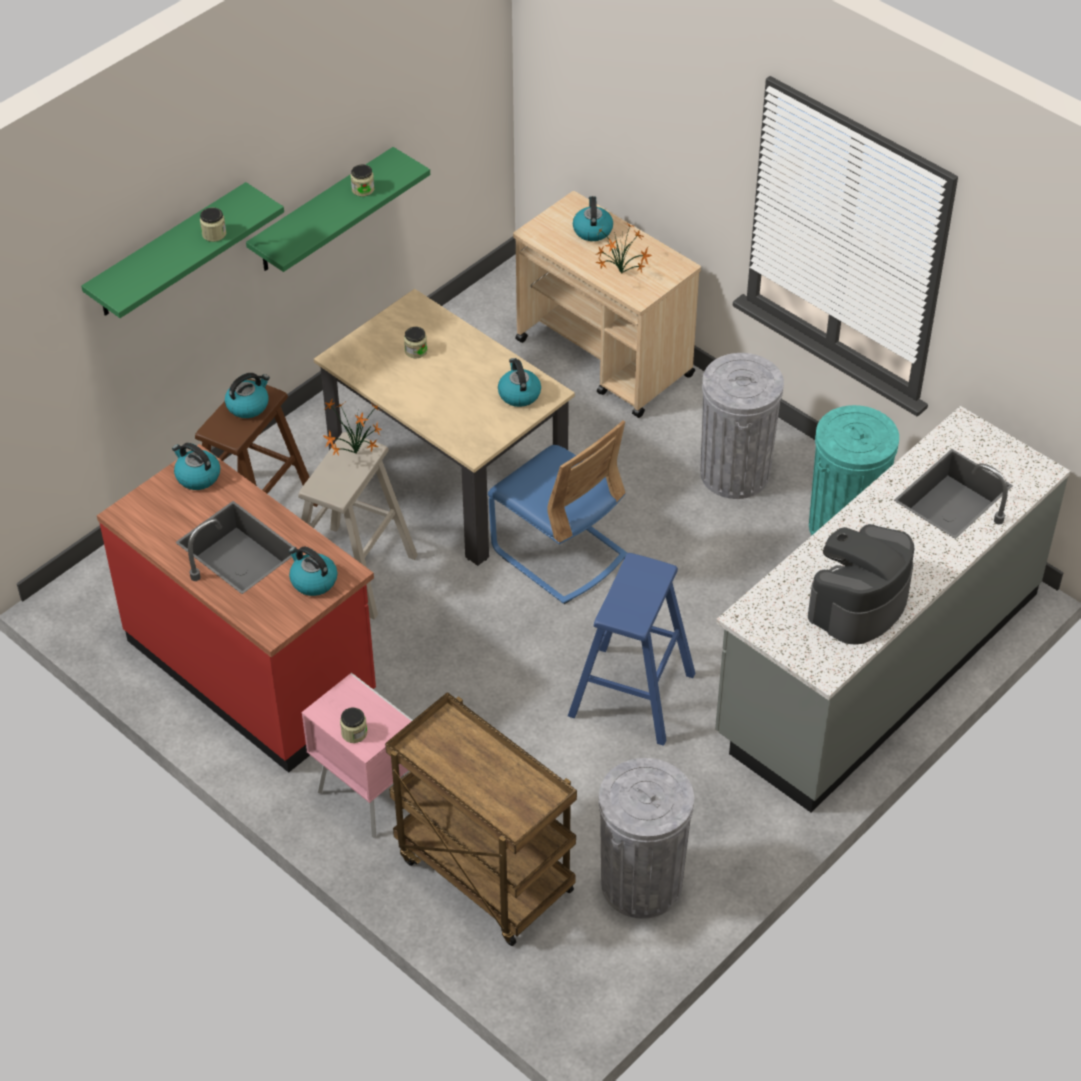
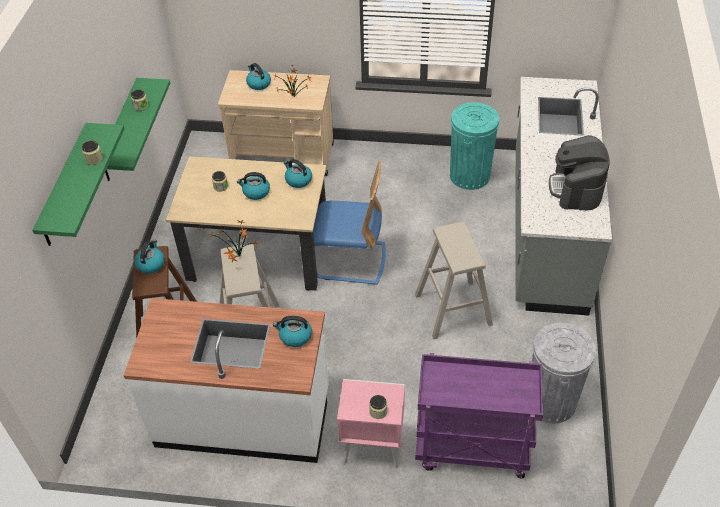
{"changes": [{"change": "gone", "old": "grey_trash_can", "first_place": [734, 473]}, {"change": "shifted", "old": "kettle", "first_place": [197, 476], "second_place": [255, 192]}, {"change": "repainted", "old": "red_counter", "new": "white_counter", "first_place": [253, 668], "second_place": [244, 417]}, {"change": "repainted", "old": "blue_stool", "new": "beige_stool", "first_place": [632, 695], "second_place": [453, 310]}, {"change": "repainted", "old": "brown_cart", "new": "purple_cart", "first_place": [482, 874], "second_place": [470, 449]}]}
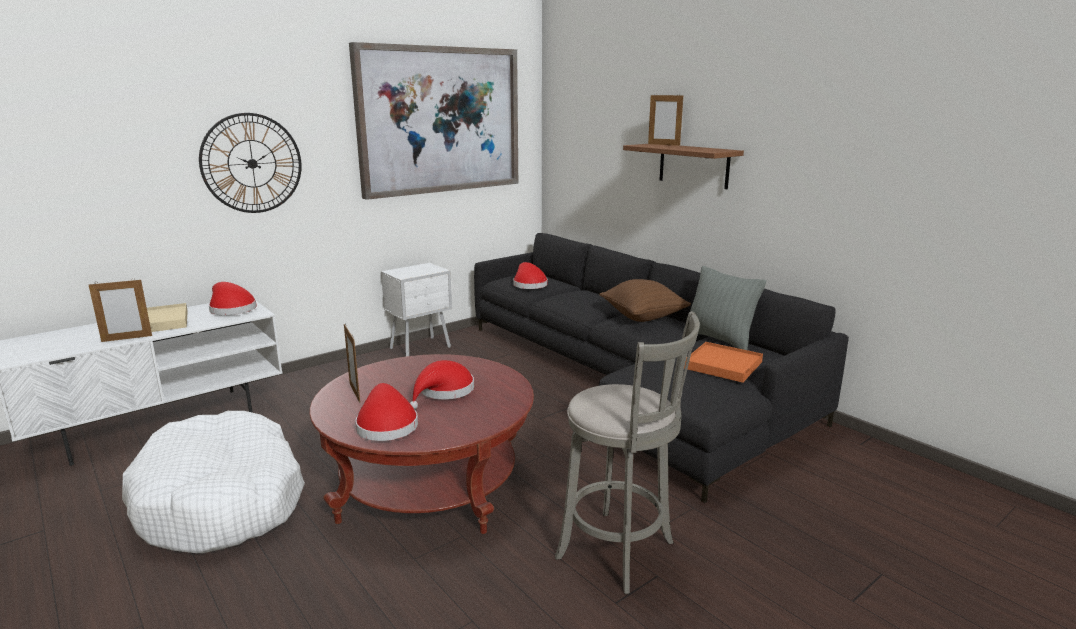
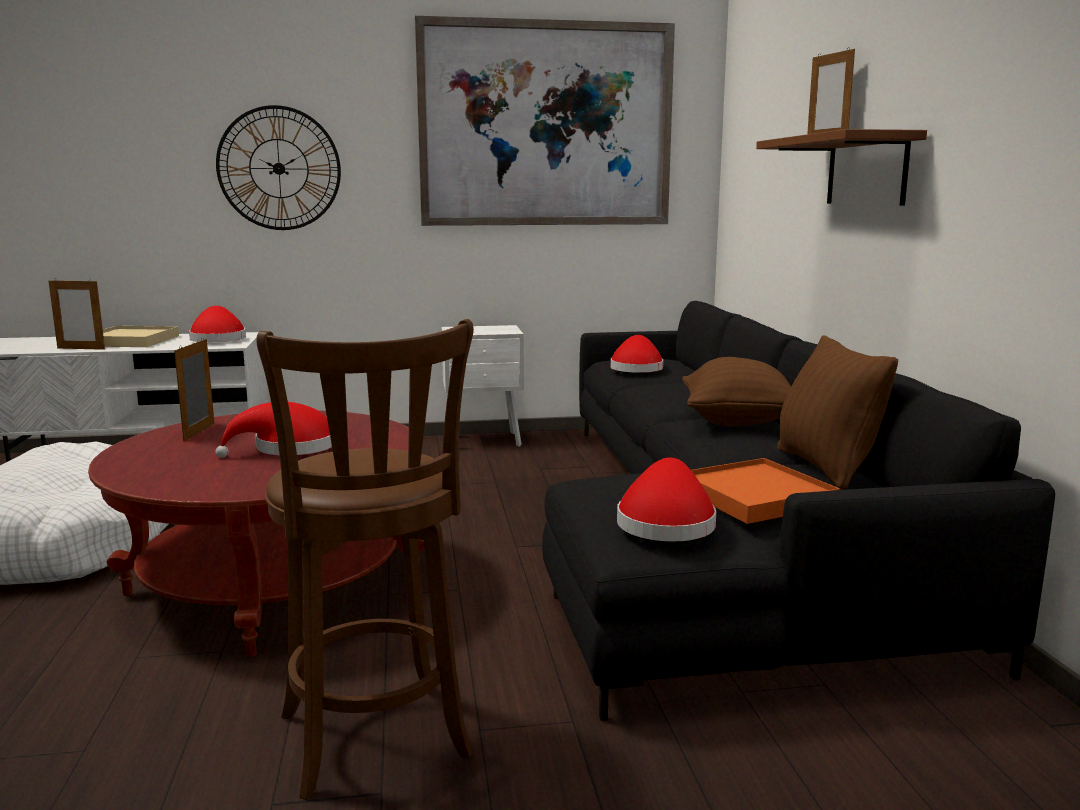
{"changes": [{"change": "repainted", "old": "grey_pillow", "new": "brown_pillow", "first_place": [719, 339], "second_place": [825, 467]}, {"change": "repainted", "old": "grey_stool", "new": "brown_stool", "first_place": [620, 553], "second_place": [376, 742]}, {"change": "shifted", "old": "red_hat", "first_place": [386, 425], "second_place": [665, 523]}]}
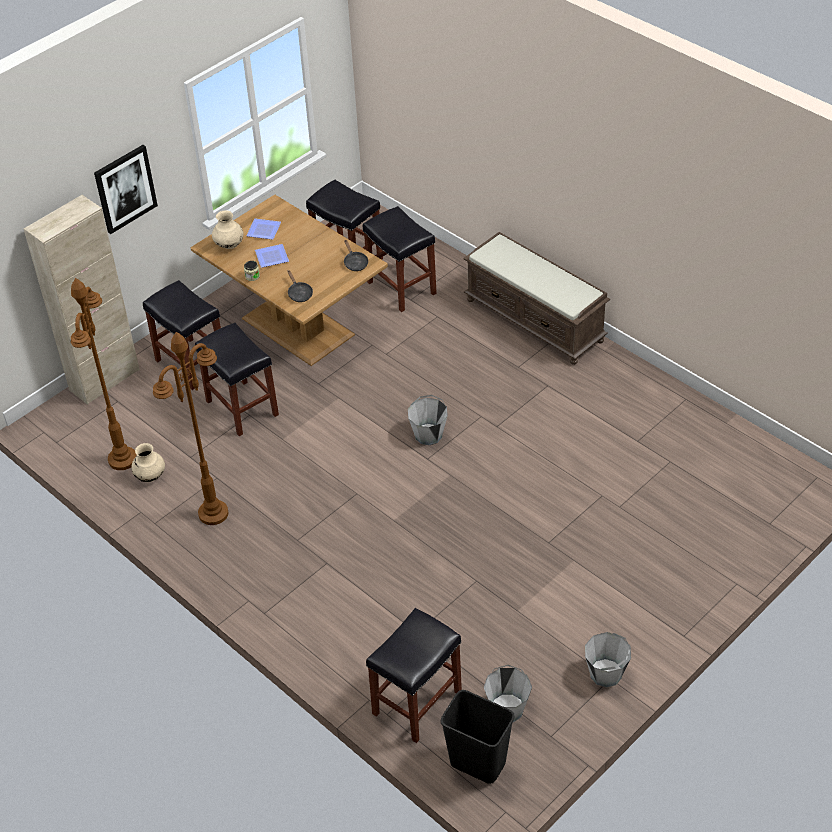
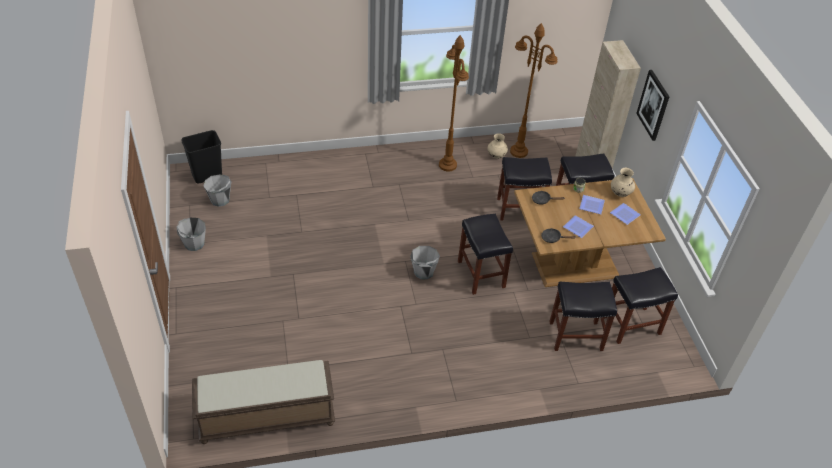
{"changes": [{"change": "shifted", "old": "brown_bench", "first_place": [535, 320], "second_place": [266, 417]}, {"change": "shifted", "old": "black_stool", "first_place": [416, 704], "second_place": [480, 274]}, {"change": "new", "new": "plate", "second_place": [579, 227]}]}
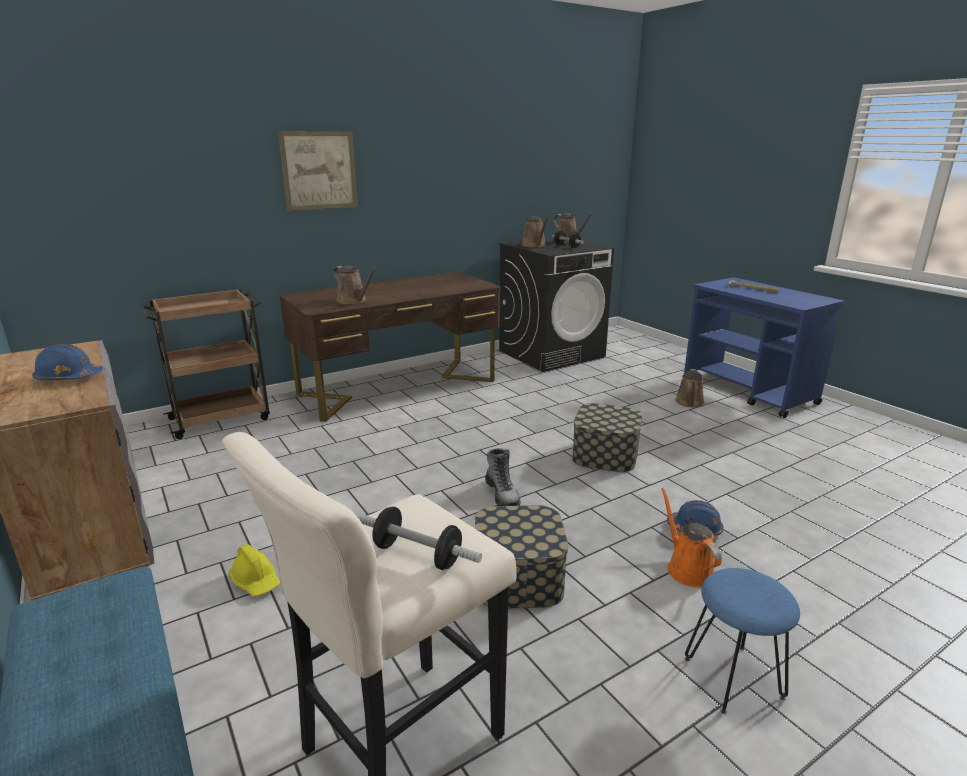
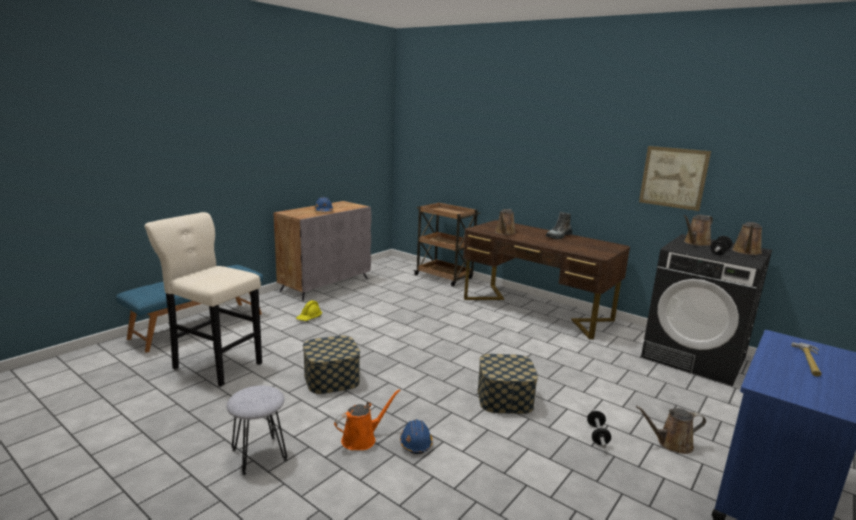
{"changes": [{"change": "shifted", "old": "picture", "first_place": [319, 170], "second_place": [673, 177]}, {"change": "shifted", "old": "boot", "first_place": [502, 494], "second_place": [558, 236]}, {"change": "shifted", "old": "dumbbell", "first_place": [418, 555], "second_place": [597, 435]}, {"change": "repainted", "old": "blue_stool", "new": "grey_stool", "first_place": [732, 678], "second_place": [259, 454]}]}
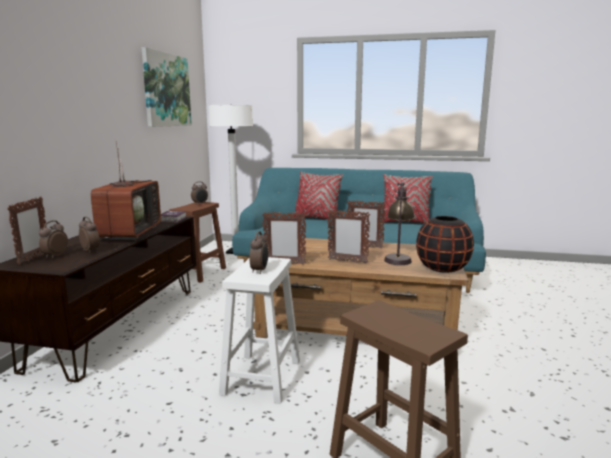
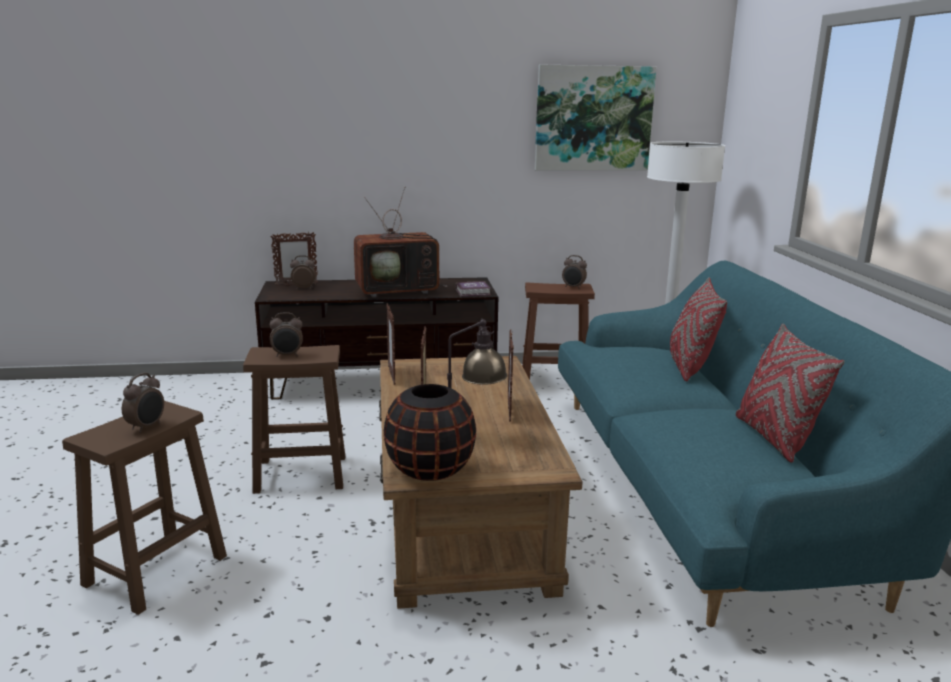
{"changes": [{"change": "shifted", "old": "alarm_clock", "first_place": [91, 251], "second_place": [147, 427]}, {"change": "repainted", "old": "white_stool", "new": "brown_stool", "first_place": [262, 376], "second_place": [303, 474]}]}
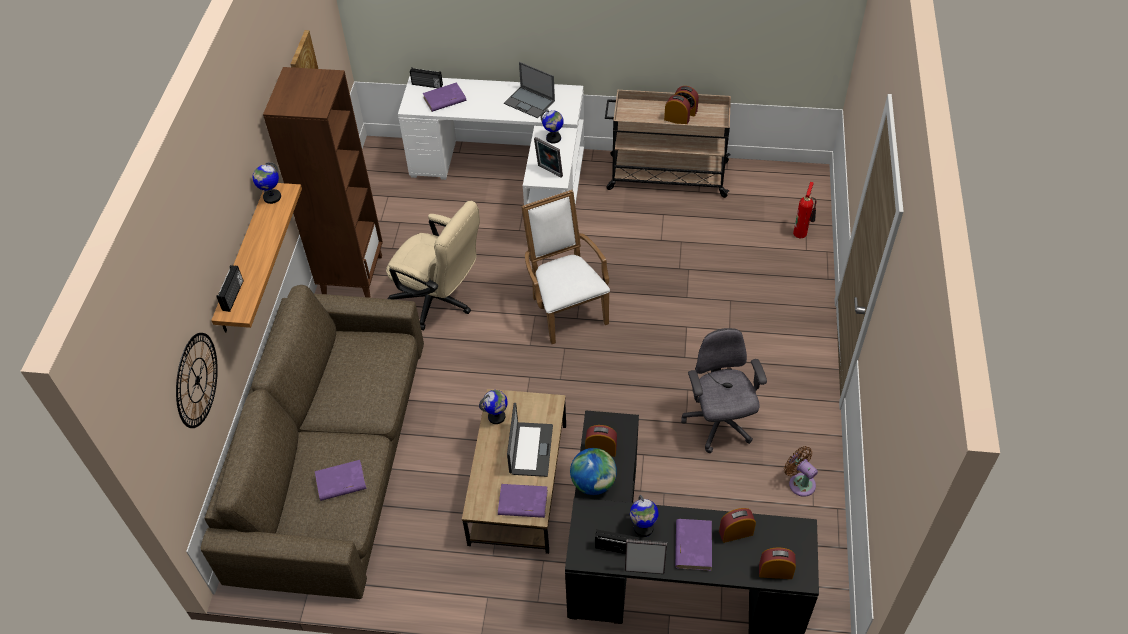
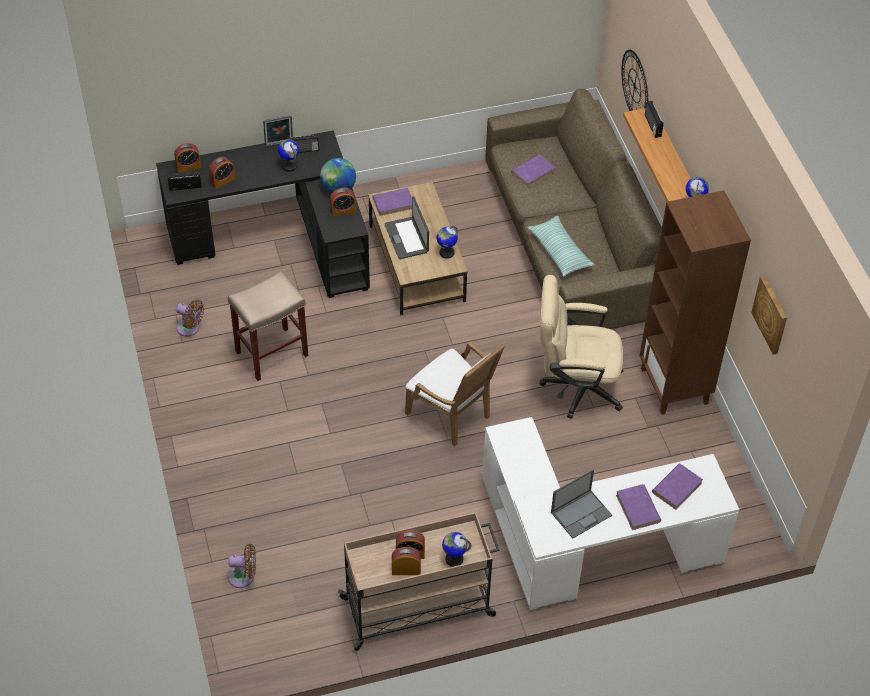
{"changes": [{"change": "rotated", "old": "laptop", "first_place": [530, 102], "second_place": [581, 513], "degrees": 135}, {"change": "shifted", "old": "radio", "first_place": [427, 85], "second_place": [185, 186]}, {"change": "shifted", "old": "globe", "first_place": [553, 138], "second_place": [454, 559]}, {"change": "gone", "old": "picture_frame", "first_place": [549, 172]}, {"change": "swapped", "old": "fire_extinguisher", "new": "brown_fan", "first_place": [801, 233], "second_place": [244, 577]}, {"change": "swapped", "old": "grey_office_chair", "new": "beige_stool", "first_place": [718, 424], "second_place": [271, 354]}, {"change": "shifted", "old": "purple_book", "first_place": [693, 545], "second_place": [638, 509]}, {"change": "new", "new": "pillow", "second_place": [560, 251]}]}
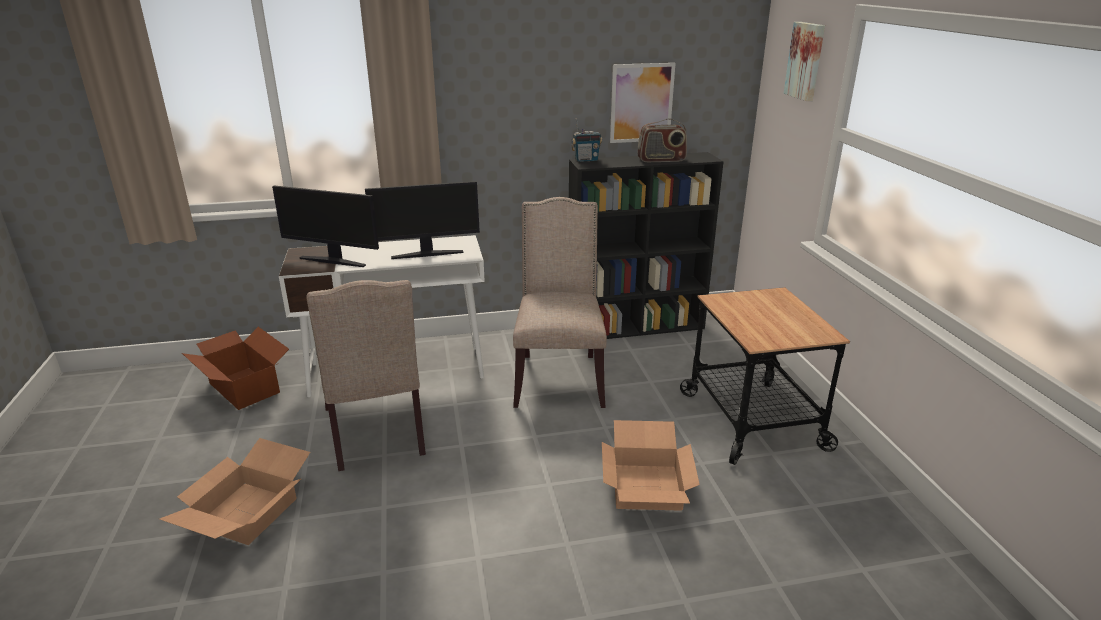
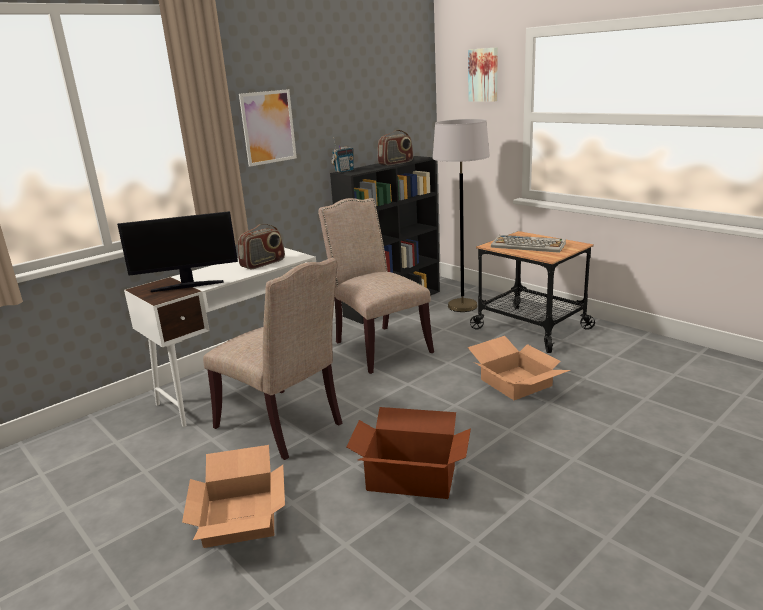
{"changes": [{"change": "shifted", "old": "picture", "first_place": [641, 103], "second_place": [268, 127]}, {"change": "swapped", "old": "monitor", "new": "radio", "first_place": [427, 254], "second_place": [263, 263]}, {"change": "shifted", "old": "cardboard_box", "first_place": [243, 388], "second_place": [411, 479]}, {"change": "new", "new": "grey_floor_lamp", "second_place": [462, 306]}, {"change": "new", "new": "keyboard", "second_place": [528, 245]}]}
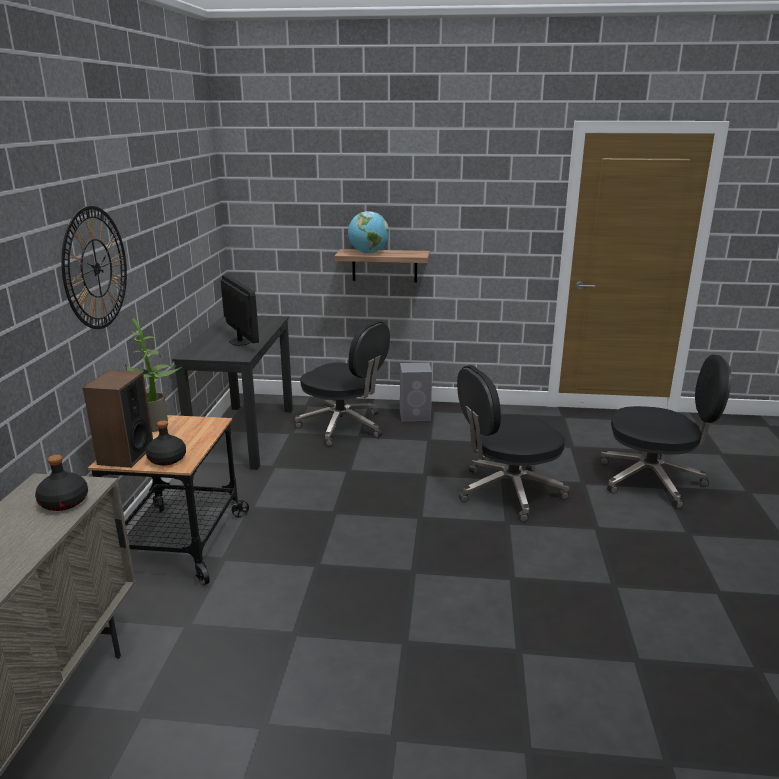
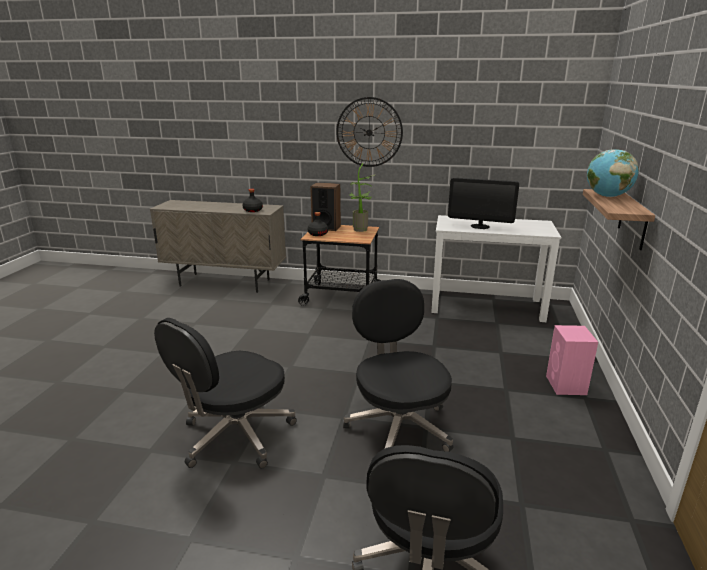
{"changes": [{"change": "rotated", "old": "monitor", "first_place": [240, 342], "second_place": [480, 226], "degrees": 45}, {"change": "repainted", "old": "black_desk", "new": "white_desk", "first_place": [244, 435], "second_place": [487, 306]}, {"change": "shifted", "old": "black_office_chair", "first_place": [344, 426], "second_place": [235, 436]}, {"change": "repainted", "old": "grey_speaker", "new": "pink_speaker", "first_place": [416, 415], "second_place": [566, 385]}]}
